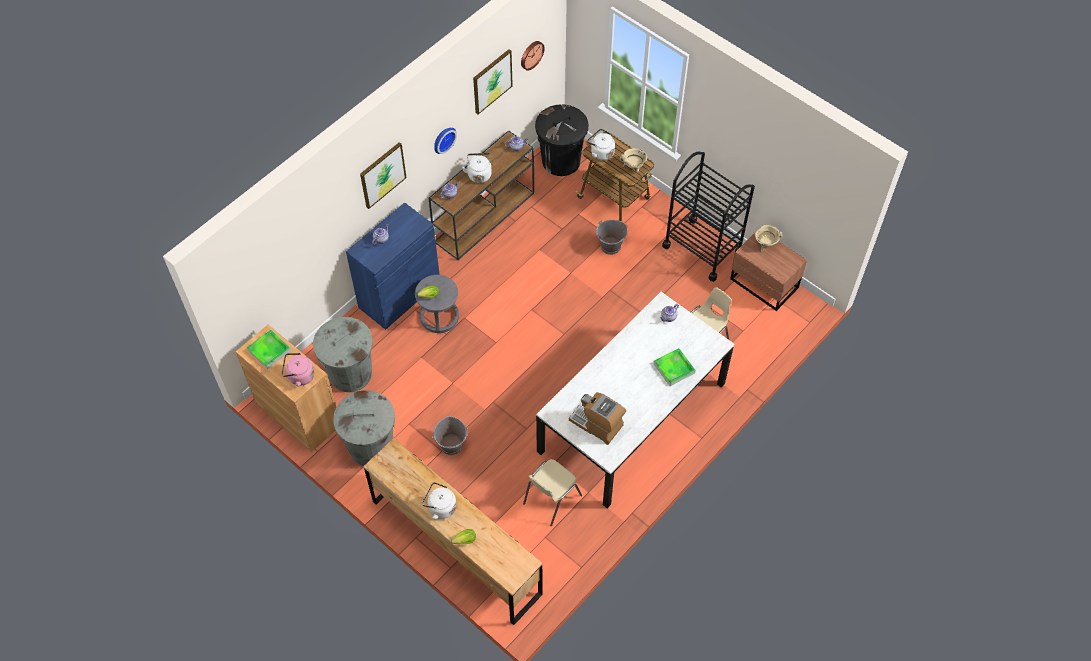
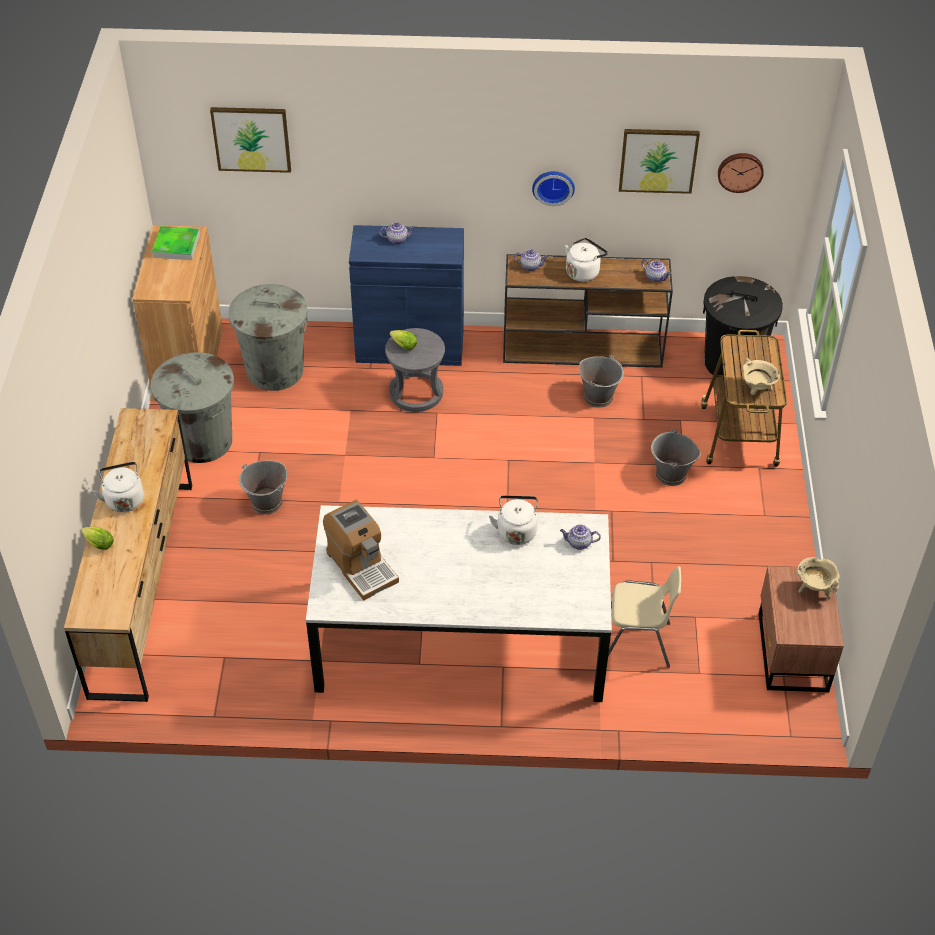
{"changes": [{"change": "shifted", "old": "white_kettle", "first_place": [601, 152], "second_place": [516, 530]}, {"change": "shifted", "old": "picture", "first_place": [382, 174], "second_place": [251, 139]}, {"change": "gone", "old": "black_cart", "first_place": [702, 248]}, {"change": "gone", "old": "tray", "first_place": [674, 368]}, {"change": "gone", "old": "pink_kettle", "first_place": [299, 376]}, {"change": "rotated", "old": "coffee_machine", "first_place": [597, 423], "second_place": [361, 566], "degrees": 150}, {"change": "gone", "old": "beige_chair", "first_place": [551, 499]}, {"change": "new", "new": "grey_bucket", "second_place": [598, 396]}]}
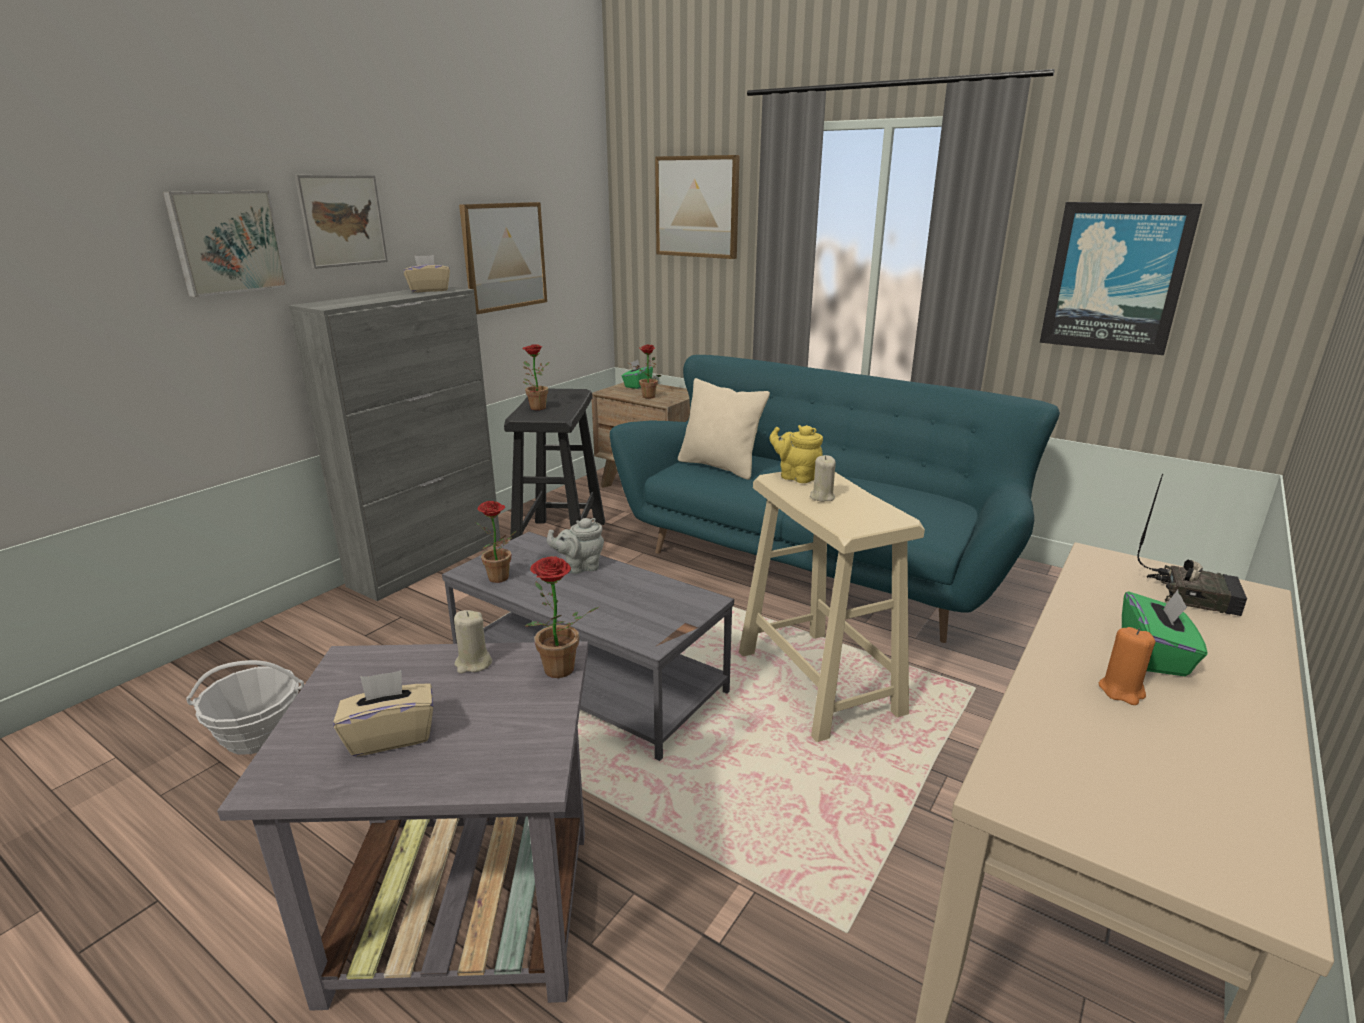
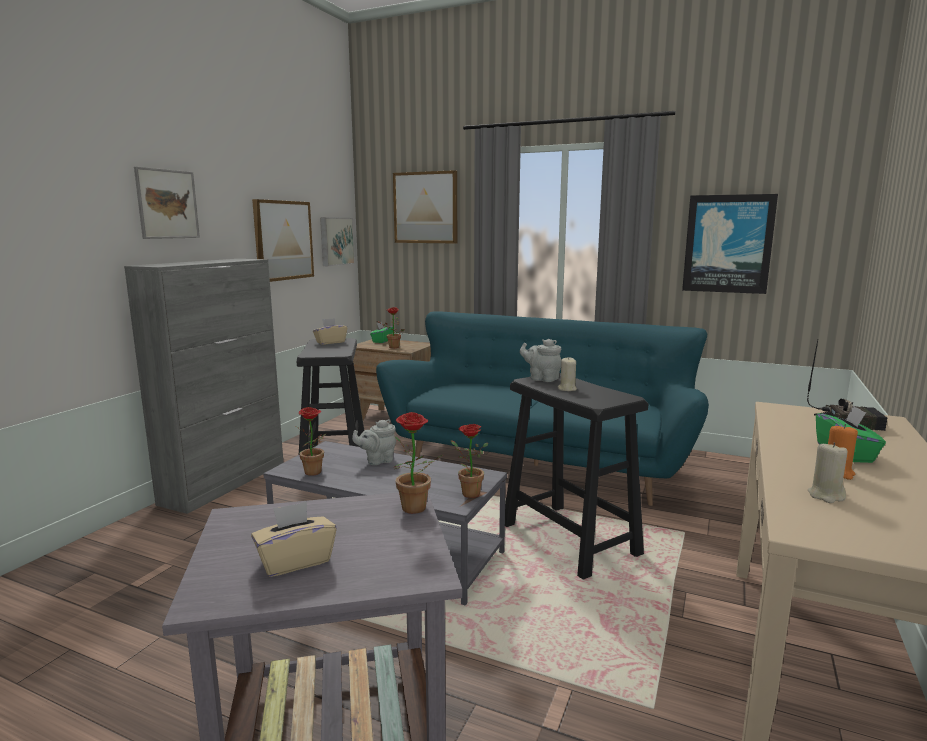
{"changes": [{"change": "shifted", "old": "picture", "first_place": [226, 242], "second_place": [335, 241]}, {"change": "shifted", "old": "beige_tissue_box", "first_place": [428, 290], "second_place": [330, 342]}, {"change": "shifted", "old": "potted_plant", "first_place": [535, 407], "second_place": [467, 493]}, {"change": "gone", "old": "beige_pillow", "first_place": [720, 466]}, {"change": "repainted", "old": "yellow_teapot", "new": "grey_teapot", "first_place": [796, 476], "second_place": [542, 379]}, {"change": "repainted", "old": "beige_stool", "new": "black_stool", "first_place": [819, 683], "second_place": [570, 540]}, {"change": "shifted", "old": "beige_candle", "first_place": [473, 663], "second_place": [826, 496]}, {"change": "gone", "old": "basket", "first_place": [258, 734]}]}
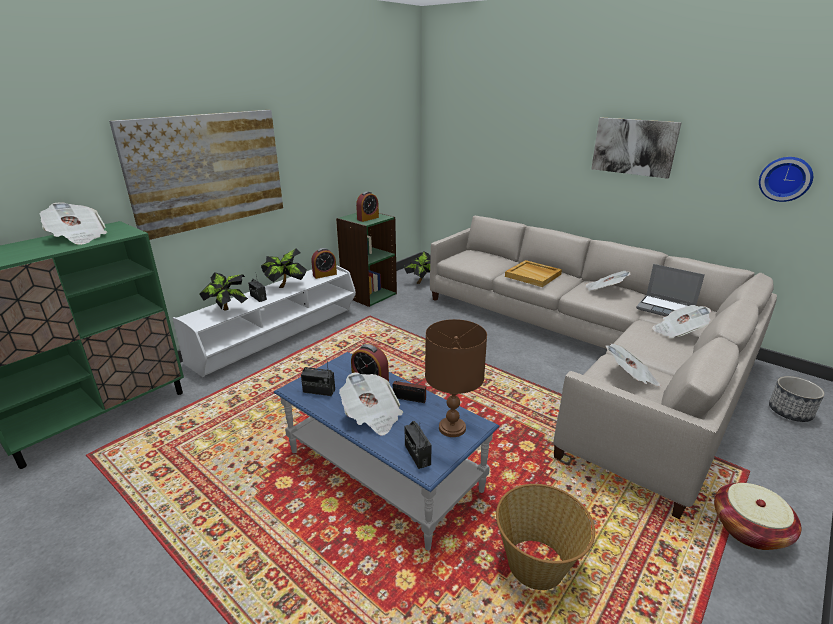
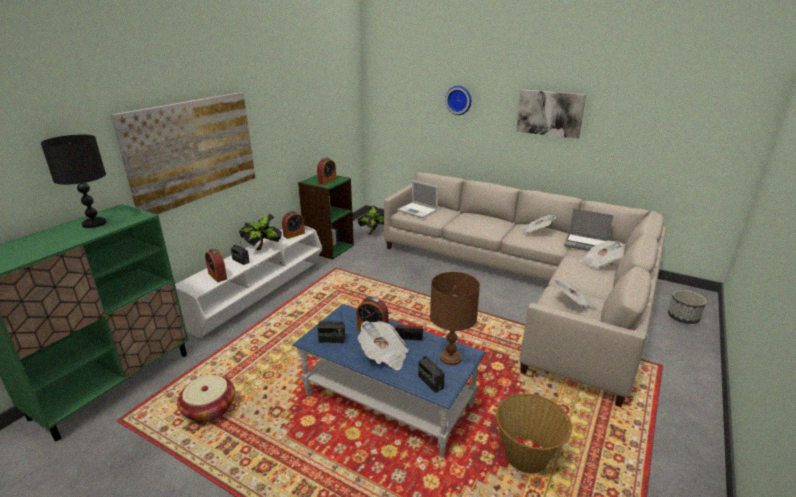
{"changes": [{"change": "shifted", "old": "wall_clock", "first_place": [785, 178], "second_place": [459, 100]}, {"change": "swapped", "old": "newspaper", "new": "black_table_lamp", "first_place": [78, 237], "second_place": [94, 223]}, {"change": "gone", "old": "beige_tray", "first_place": [533, 275]}, {"change": "swapped", "old": "potted_plant", "new": "alarm_clock", "first_place": [228, 311], "second_place": [217, 276]}, {"change": "shifted", "old": "basket", "first_place": [749, 529], "second_place": [209, 409]}, {"change": "new", "new": "laptop", "second_place": [418, 210]}]}
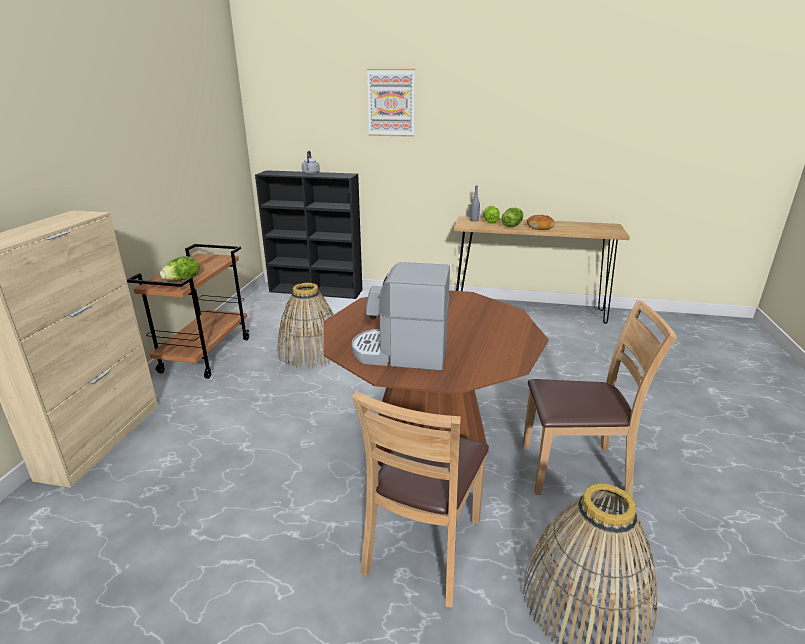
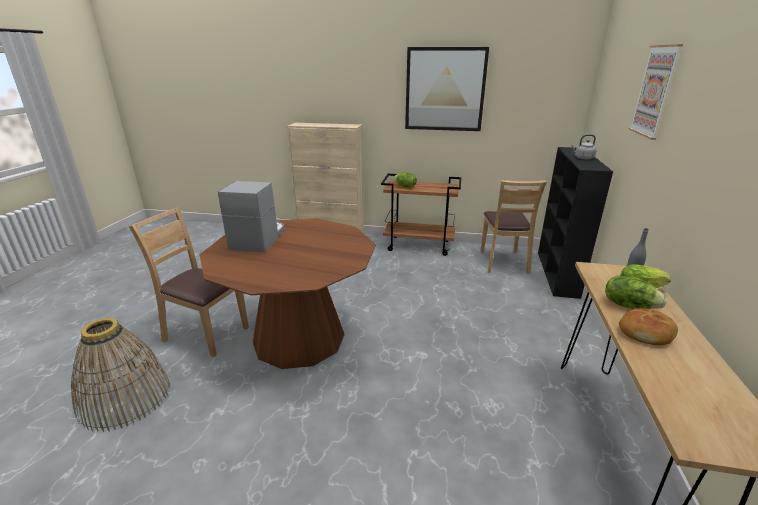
{"changes": [{"change": "gone", "old": "basket", "first_place": [311, 351]}, {"change": "shifted", "old": "brown_chair", "first_place": [575, 470], "second_place": [503, 262]}, {"change": "new", "new": "picture", "second_place": [445, 89]}]}
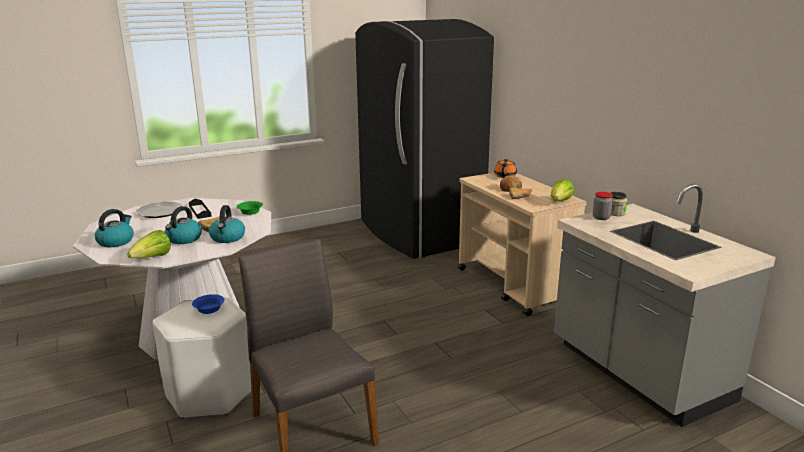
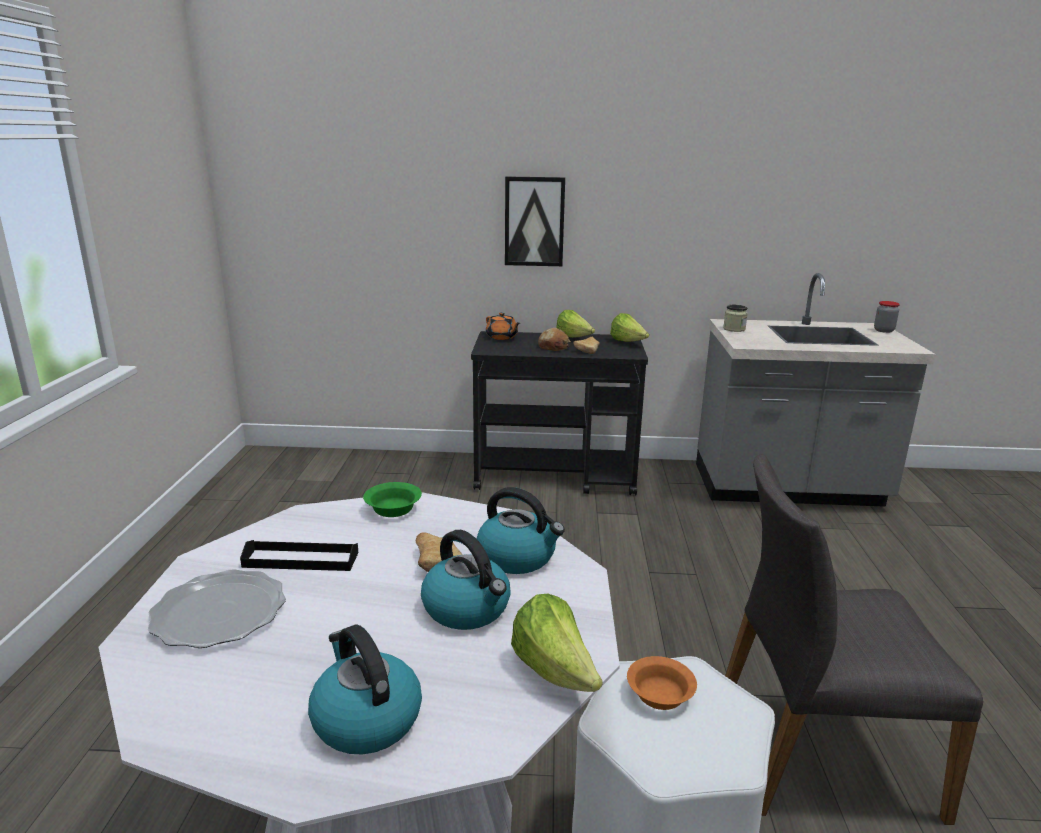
{"changes": [{"change": "gone", "old": "black_fridge", "first_place": [418, 233]}, {"change": "repainted", "old": "beige_cart", "new": "black_cart", "first_place": [514, 285], "second_place": [556, 475]}, {"change": "shifted", "old": "jar", "first_place": [601, 218], "second_place": [883, 330]}, {"change": "repainted", "old": "blue_bowl", "new": "orange_bowl", "first_place": [210, 309], "second_place": [660, 694]}, {"change": "new", "new": "picture", "second_place": [534, 221]}, {"change": "new", "new": "lettuce", "second_place": [574, 338]}]}
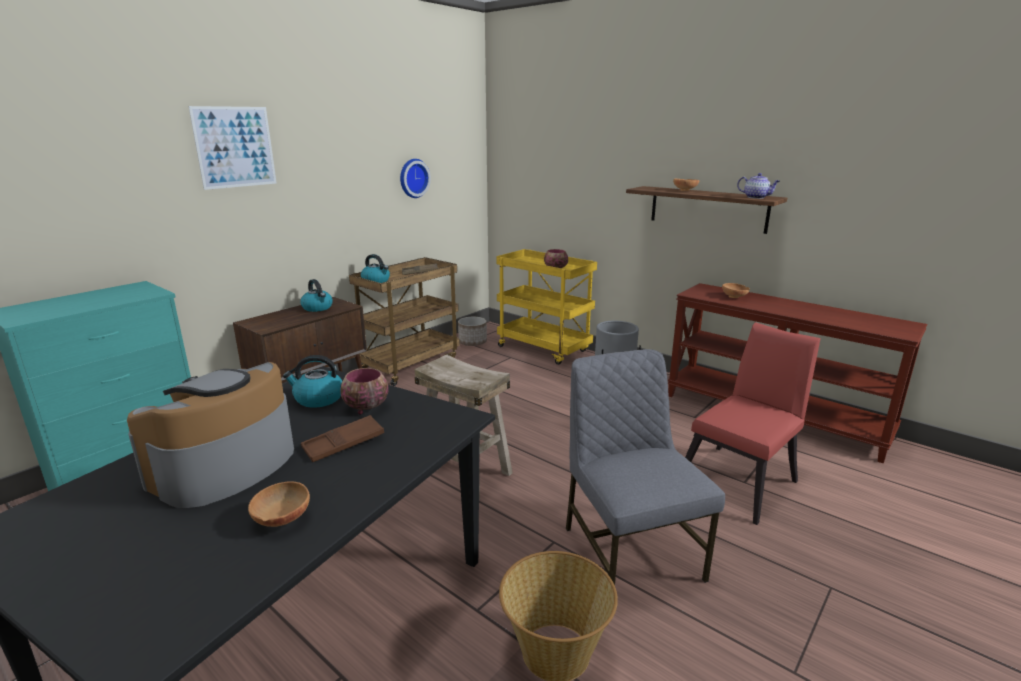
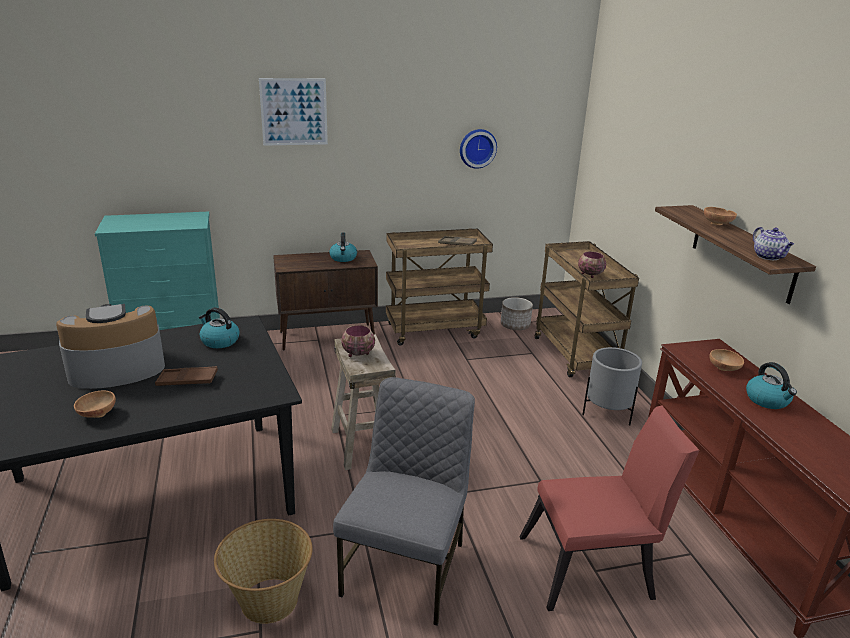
{"changes": [{"change": "repainted", "old": "yellow_cart", "new": "brown_cart", "first_place": [544, 349], "second_place": [576, 356]}, {"change": "shifted", "old": "kettle", "first_place": [376, 281], "second_place": [768, 400]}, {"change": "shifted", "old": "bowl", "first_place": [365, 407], "second_place": [357, 353]}]}
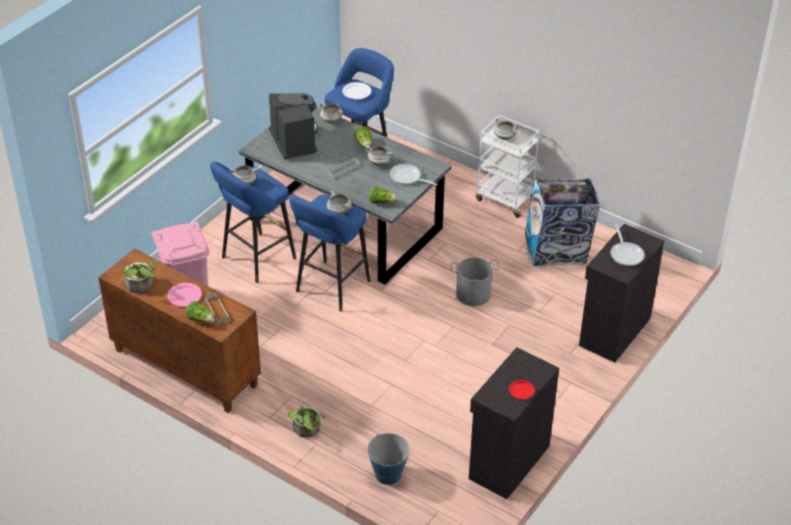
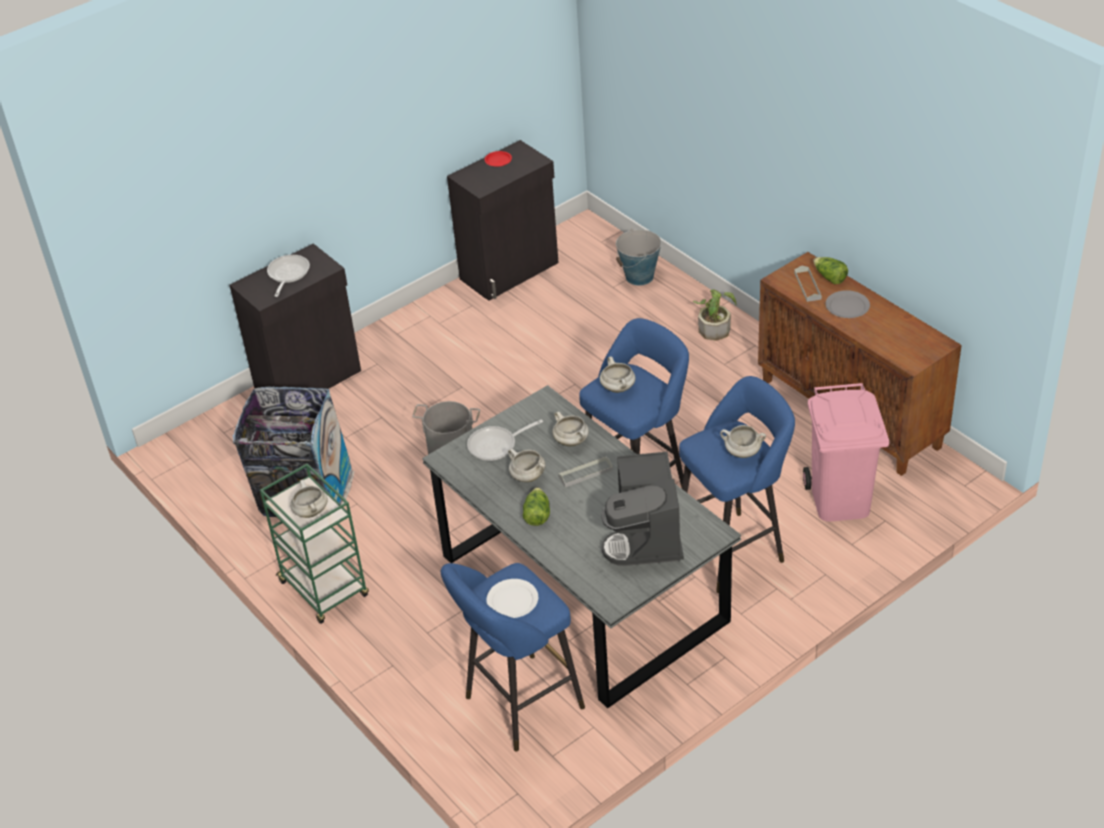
{"changes": [{"change": "shifted", "old": "white_cooking_pot", "first_place": [331, 120], "second_place": [572, 441]}, {"change": "repainted", "old": "white_cart", "new": "green_cart", "first_place": [505, 199], "second_place": [325, 590]}, {"change": "rotated", "old": "frying_pan", "first_place": [407, 178], "second_place": [496, 445], "degrees": 105}, {"change": "gone", "old": "lettuce", "first_place": [381, 202]}, {"change": "gone", "old": "potted_plant", "first_place": [141, 286]}, {"change": "repainted", "old": "pink_plate", "new": "grey_plate", "first_place": [185, 296], "second_place": [847, 306]}]}
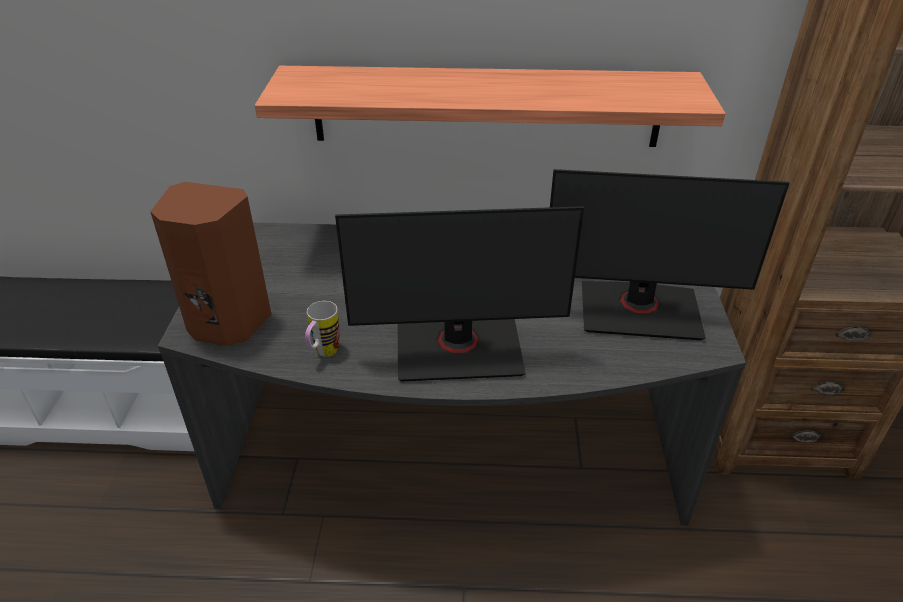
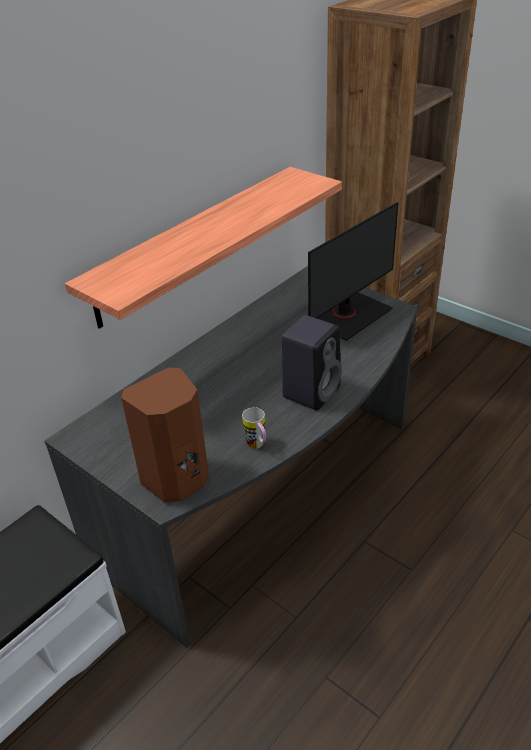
{"changes": [{"change": "swapped", "old": "monitor", "new": "black_speaker", "first_place": [459, 349], "second_place": [312, 391]}]}
